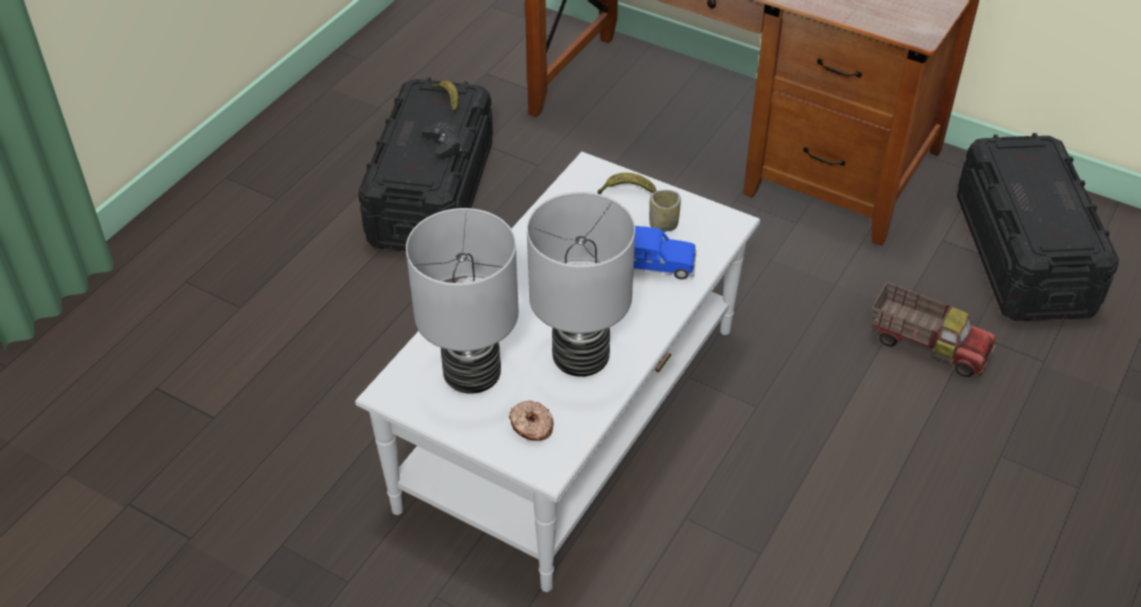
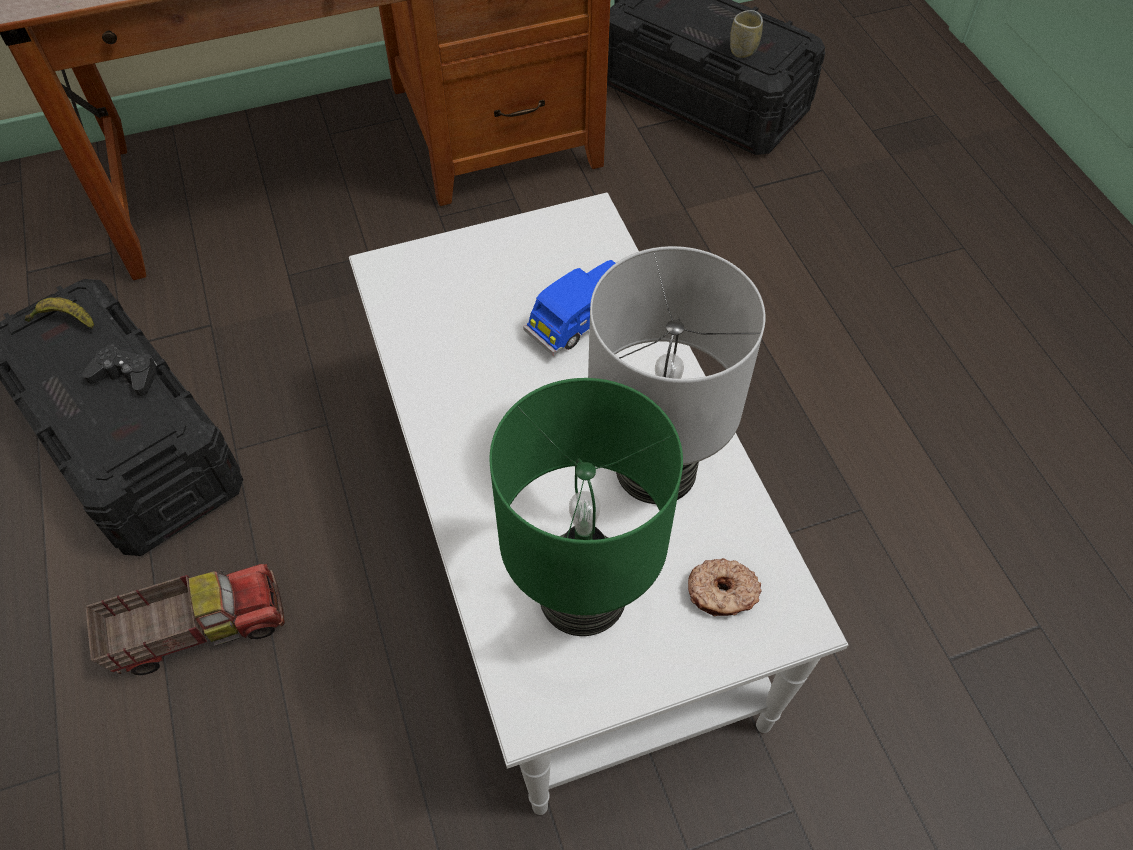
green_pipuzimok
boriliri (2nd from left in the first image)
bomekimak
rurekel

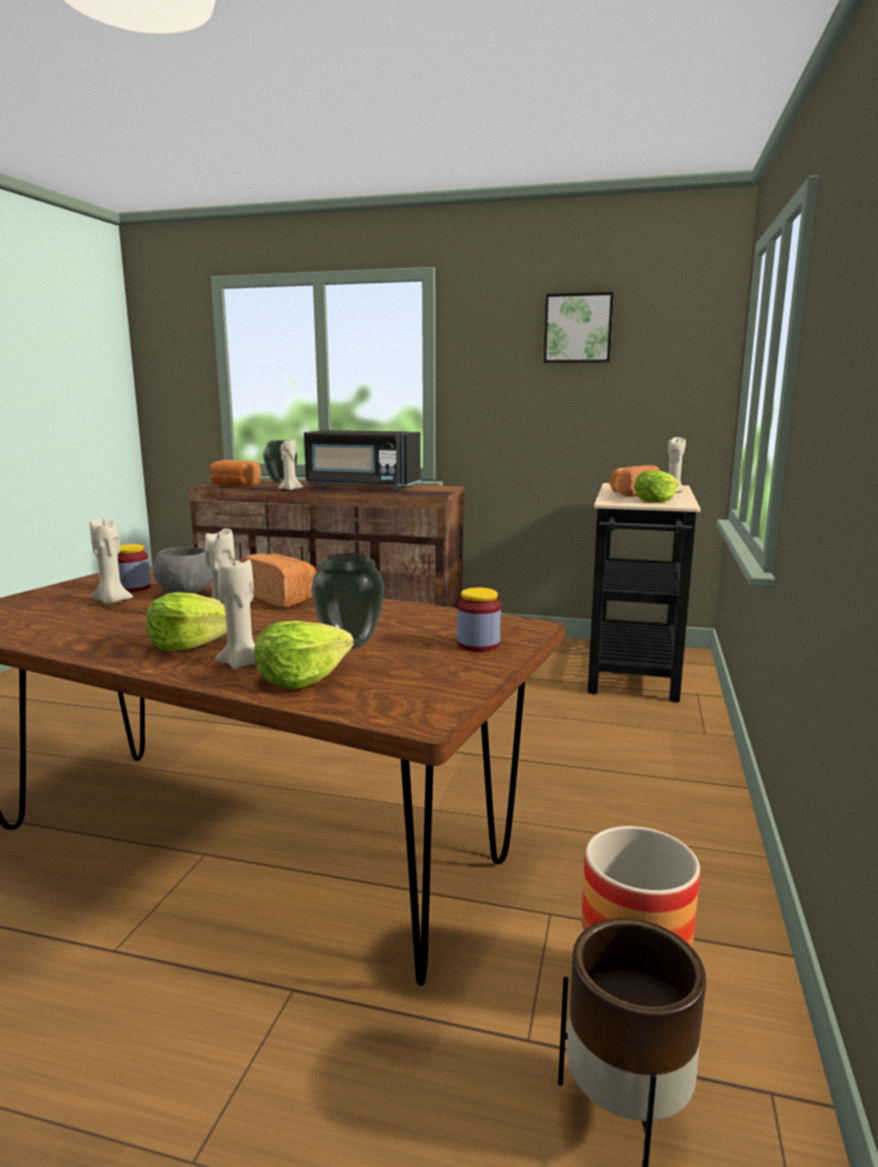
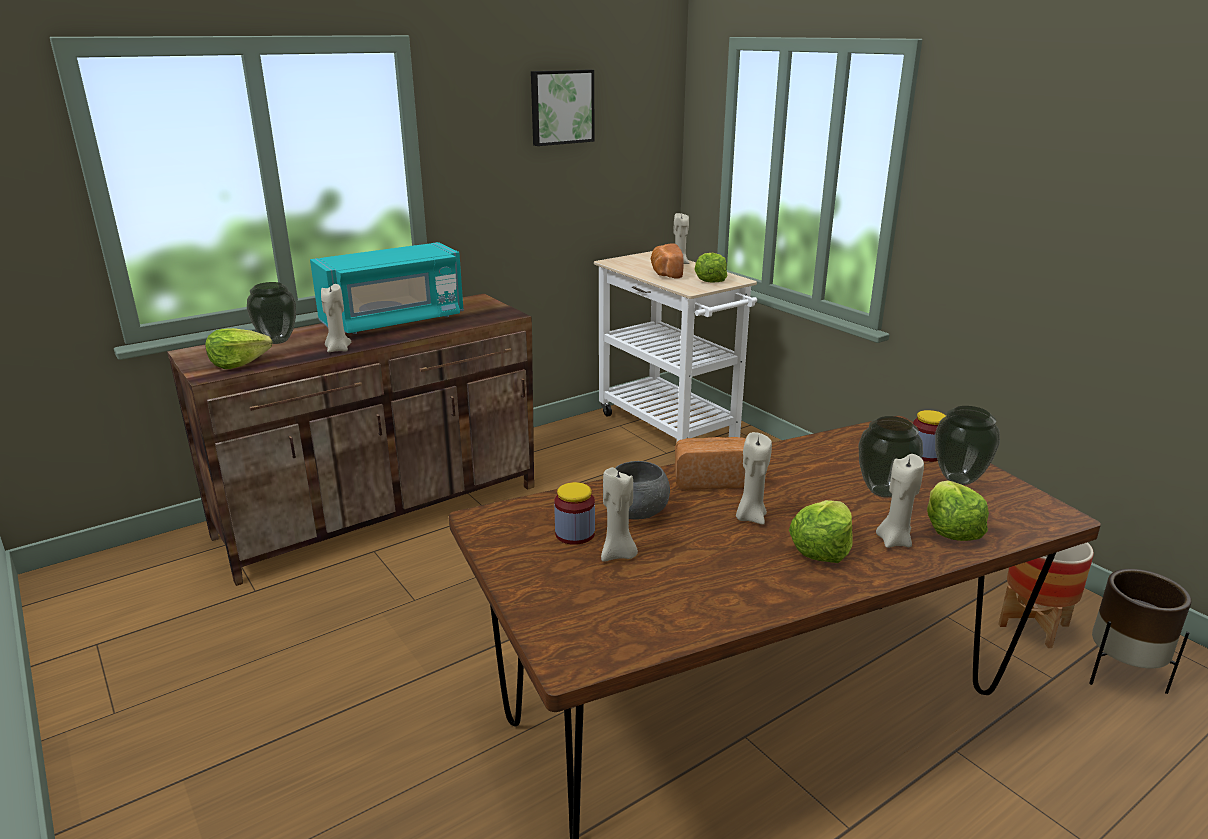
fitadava (1st from left)
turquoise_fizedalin
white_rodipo
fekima (3rd from left)

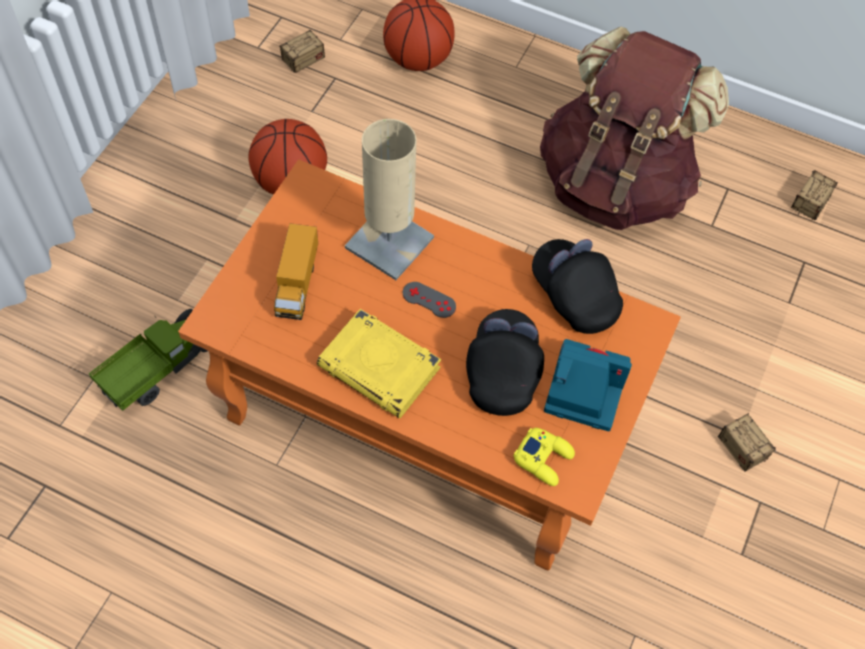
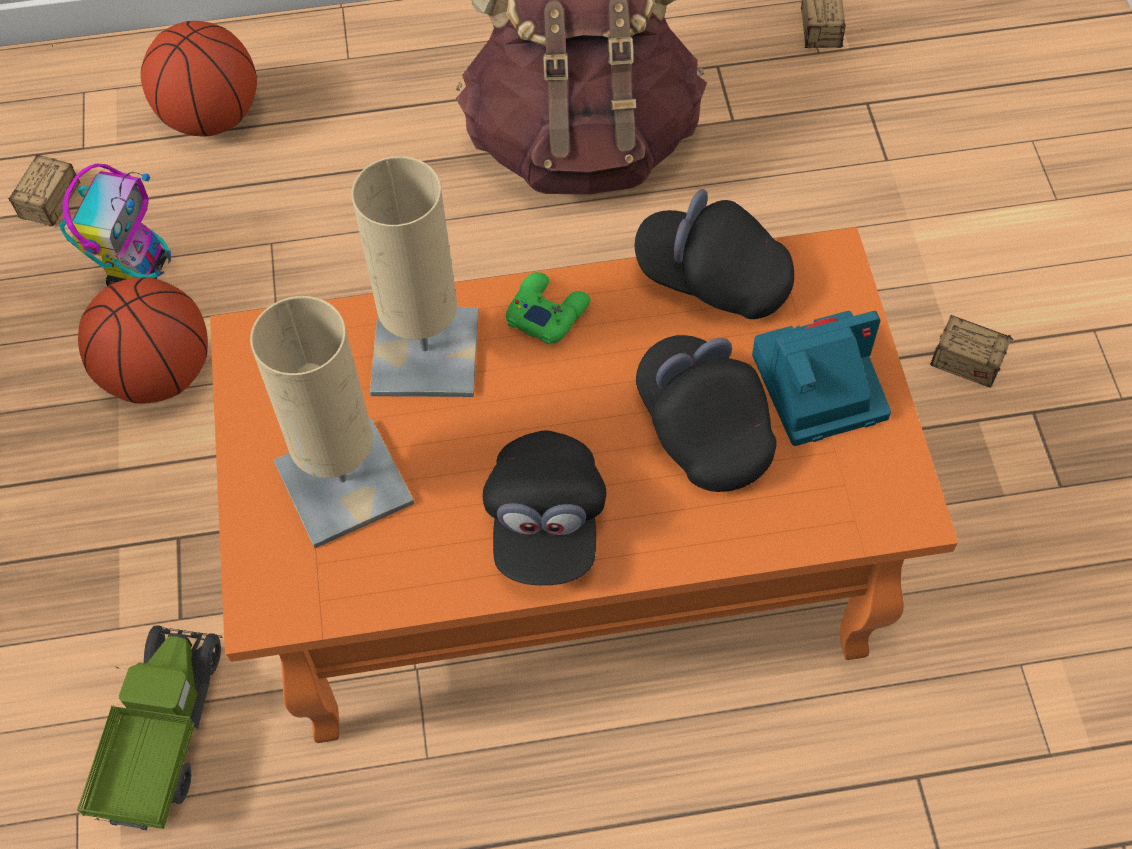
beige_pipuzimok (1st from left)
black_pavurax (1st from left)
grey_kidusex
yellow_kidusex
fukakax
green_kidusex

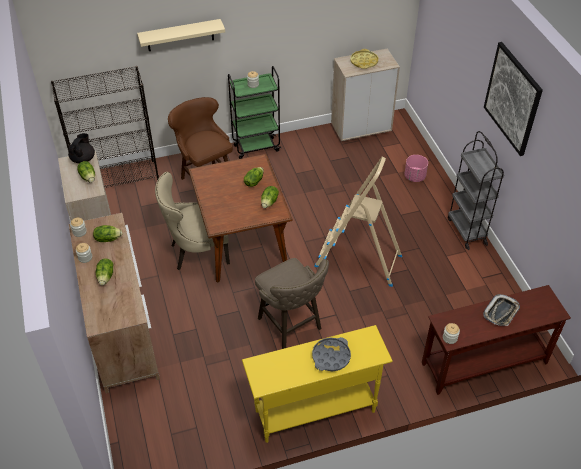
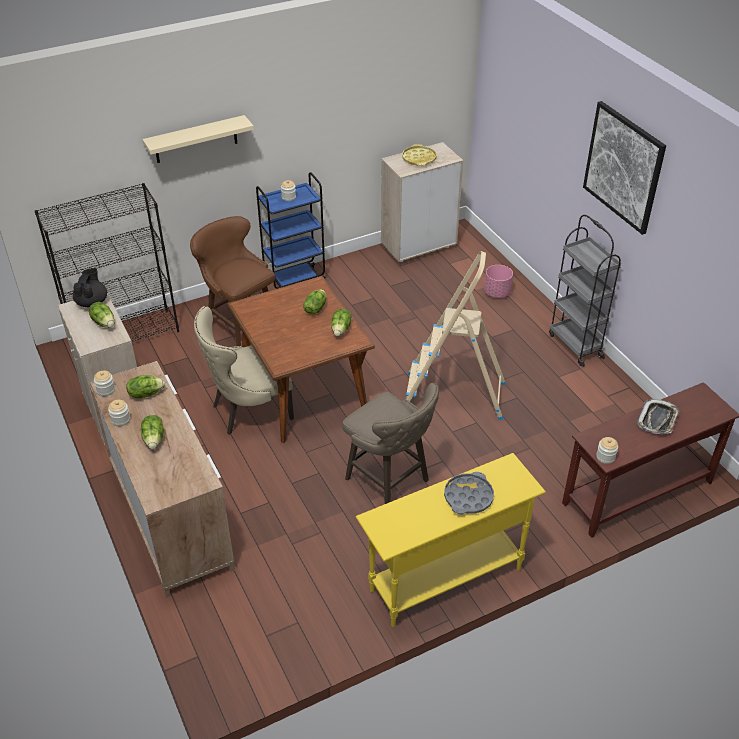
blue_rodipo

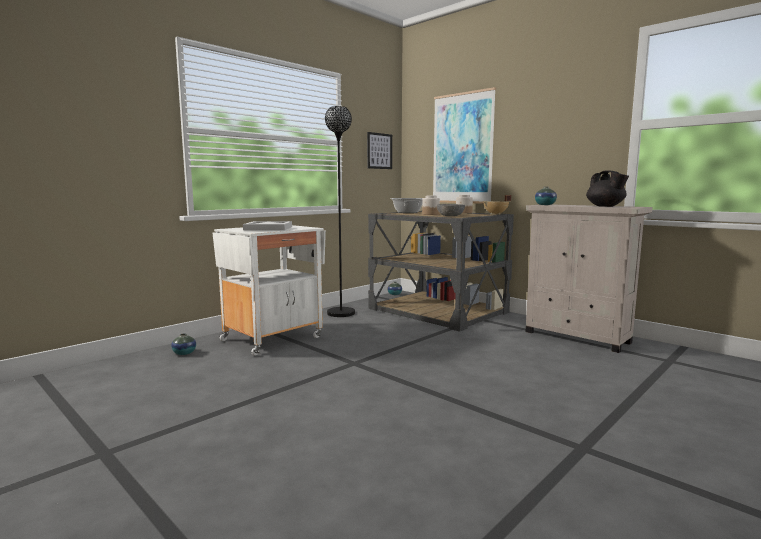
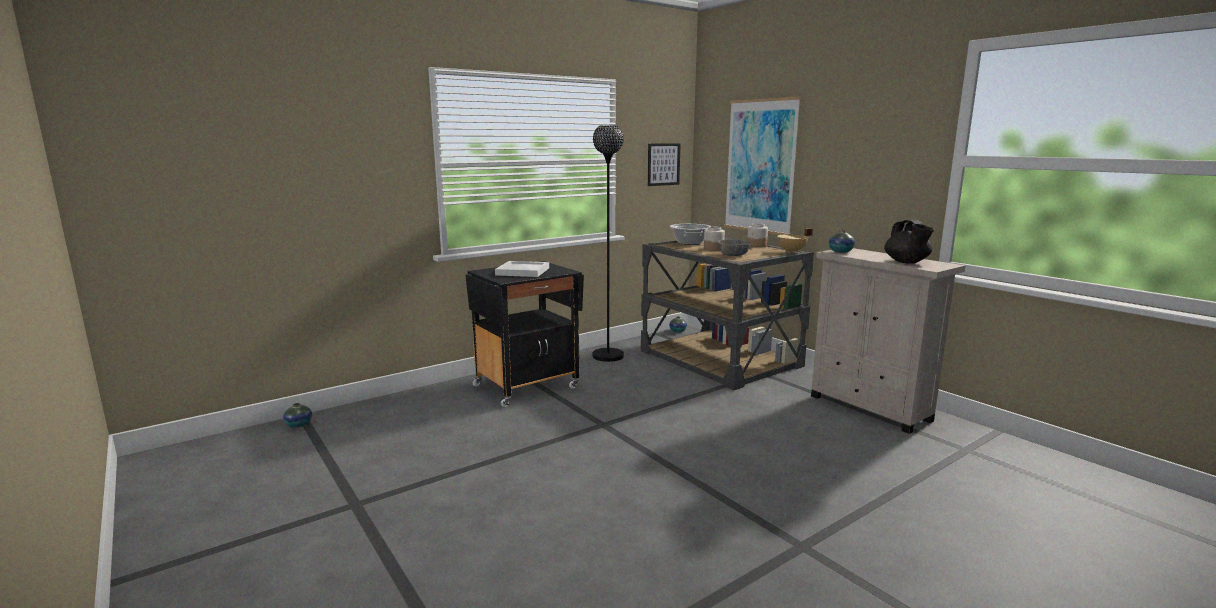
fekima (1st from left)
black_rodipo

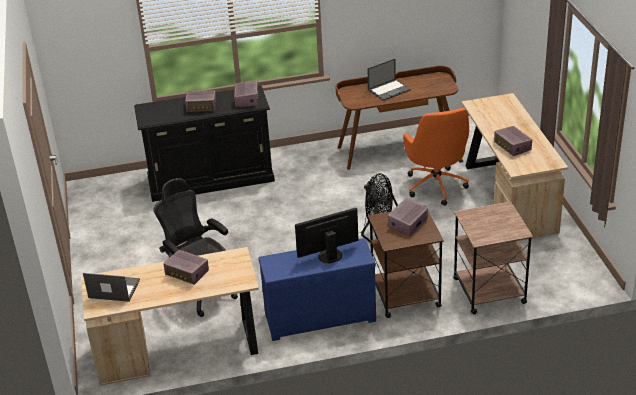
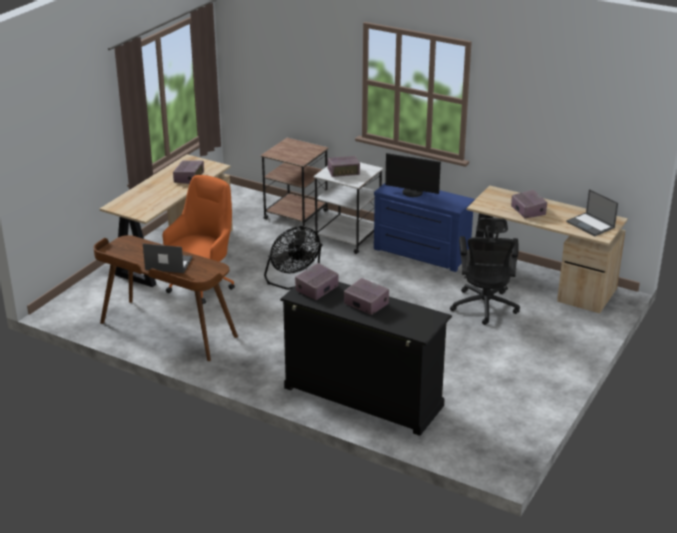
white_rodipo

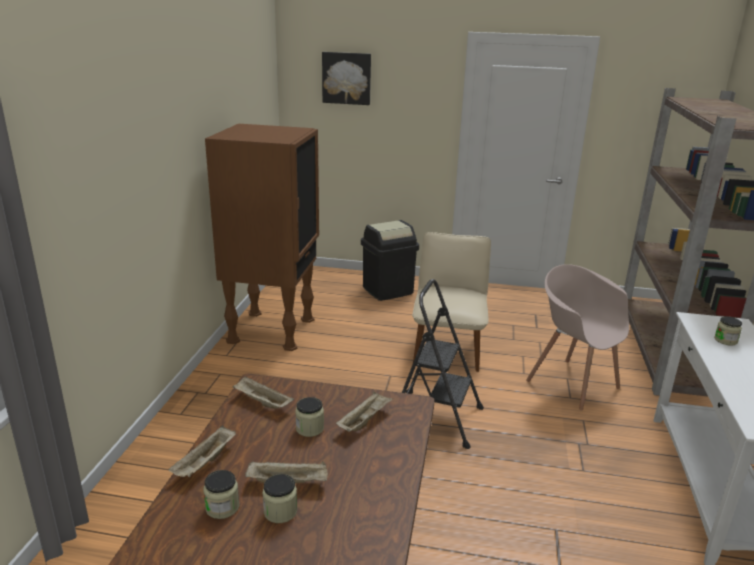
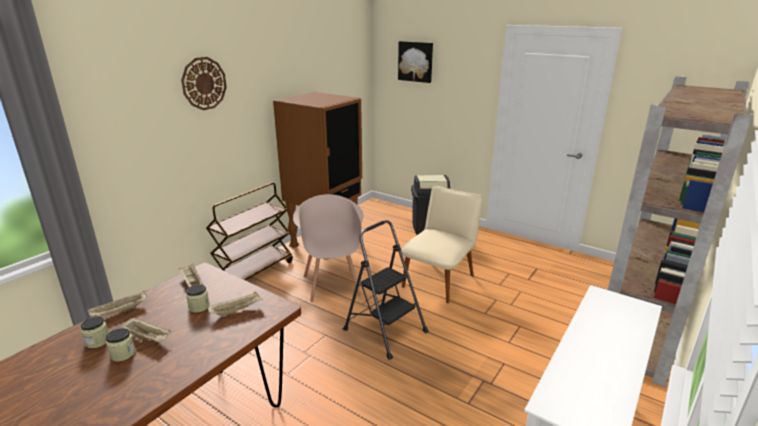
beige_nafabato (1st from left)
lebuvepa (4th from left in the first image)
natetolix
brown_rodipo

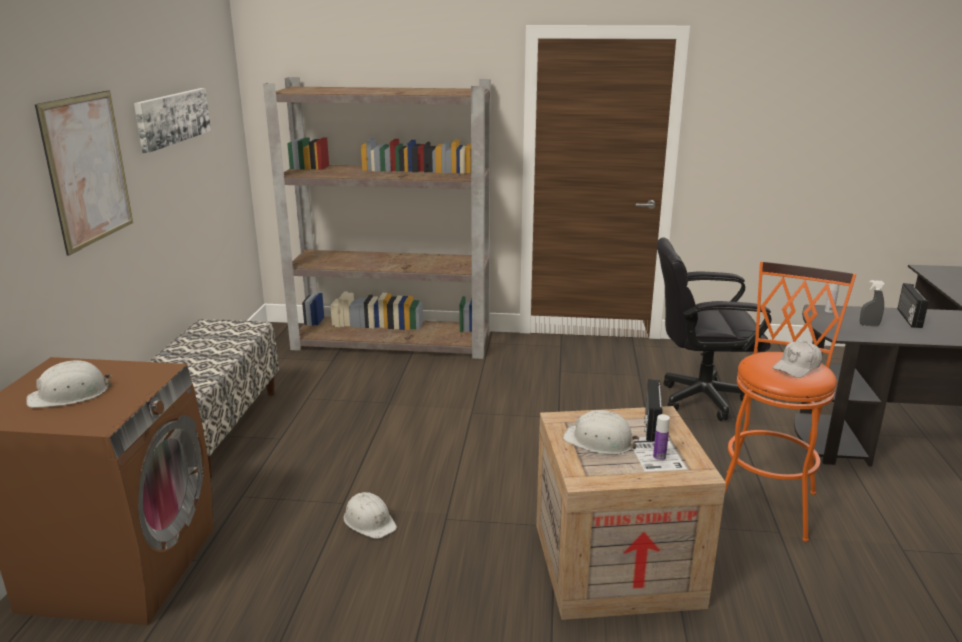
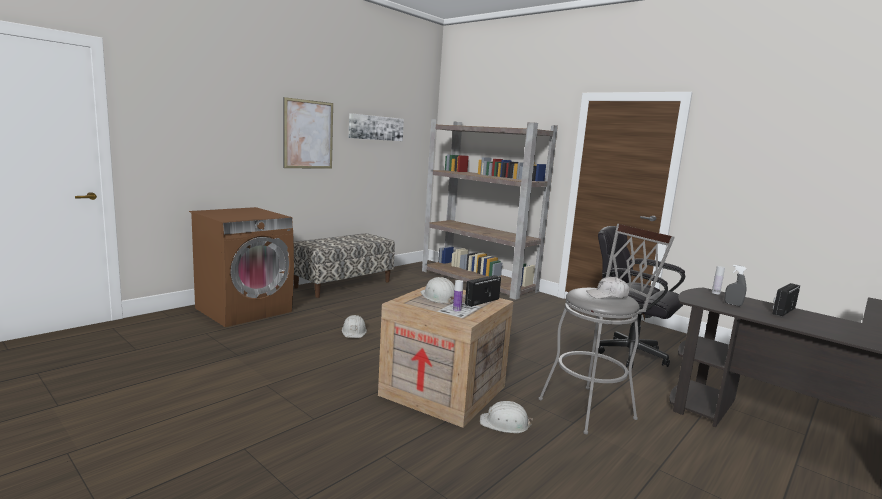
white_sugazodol (3rd from left)
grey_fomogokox

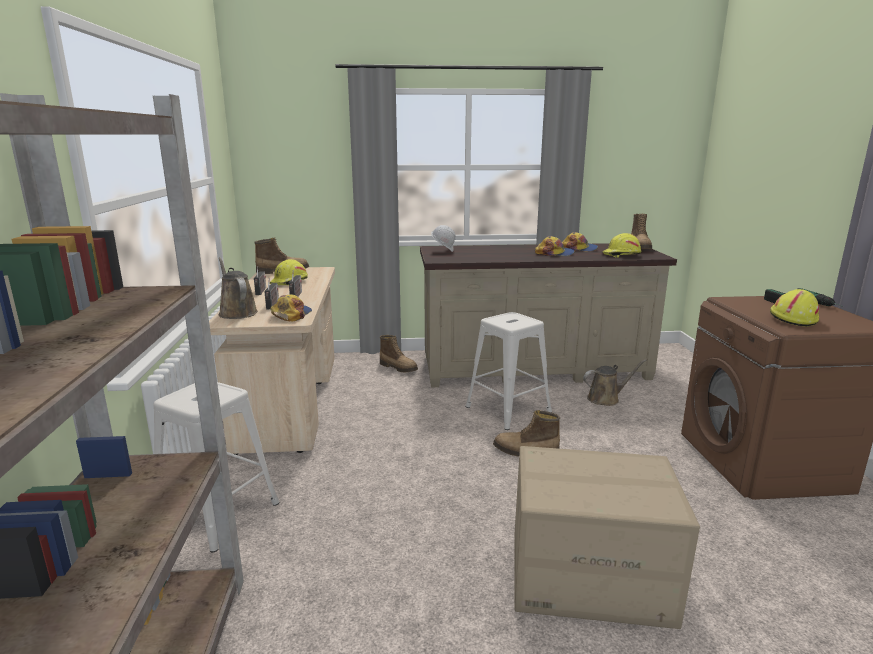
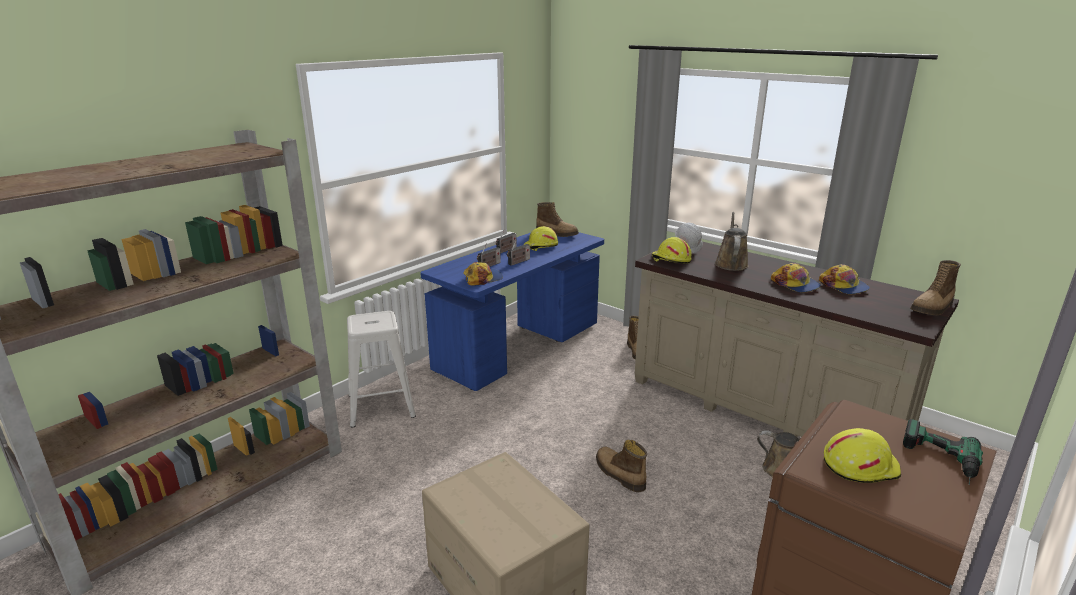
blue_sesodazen
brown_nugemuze (1st from left)
white_fomogokox (2nd from left in the first image)
yellow_sugazodol (2nd from left)

